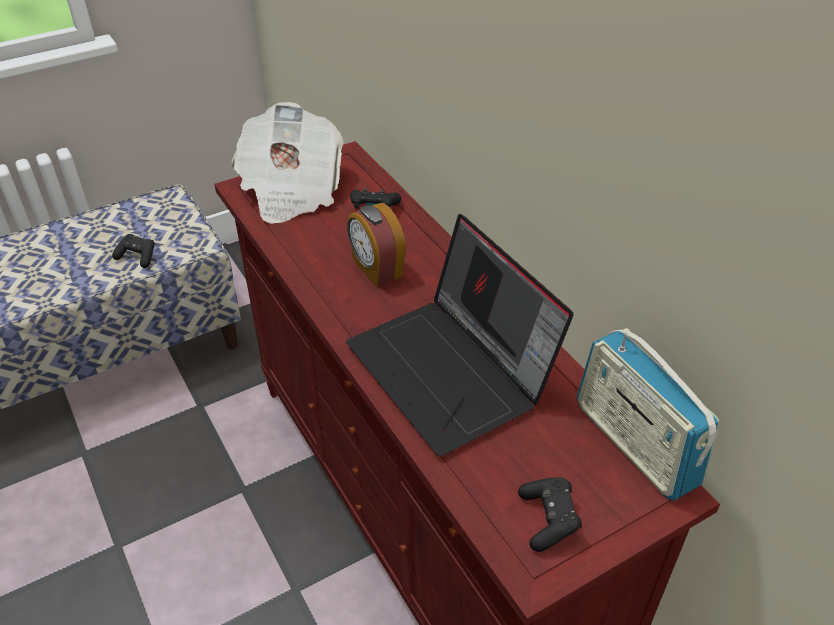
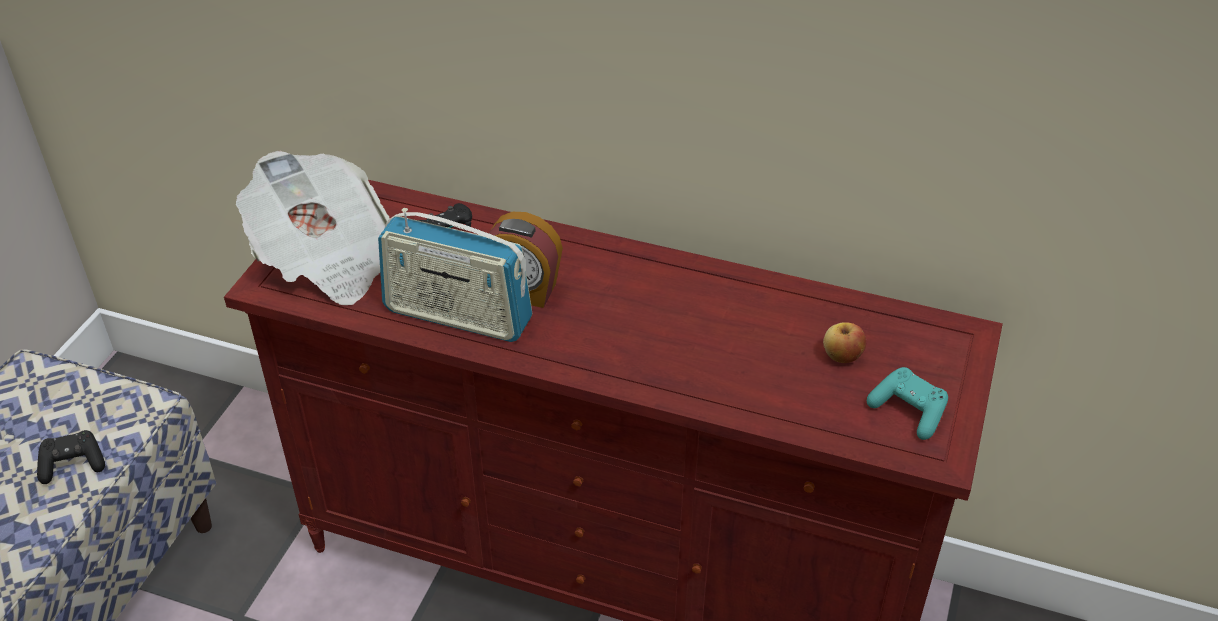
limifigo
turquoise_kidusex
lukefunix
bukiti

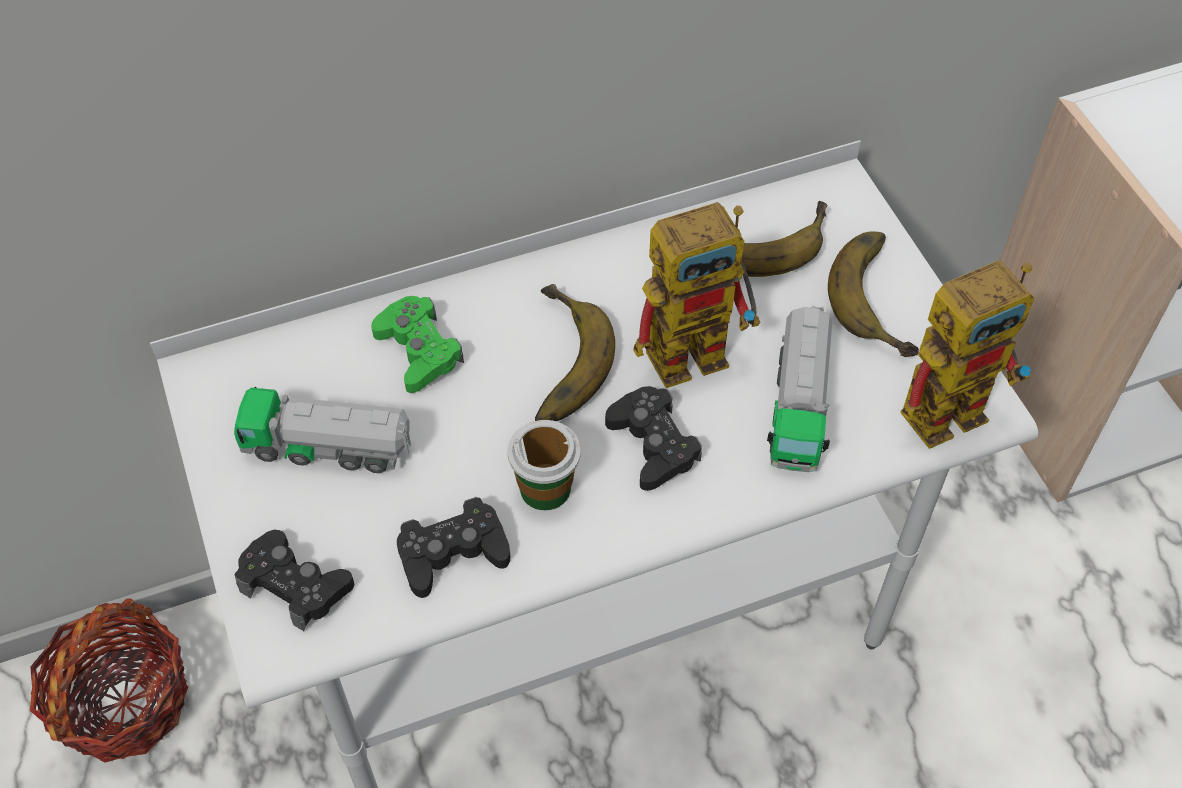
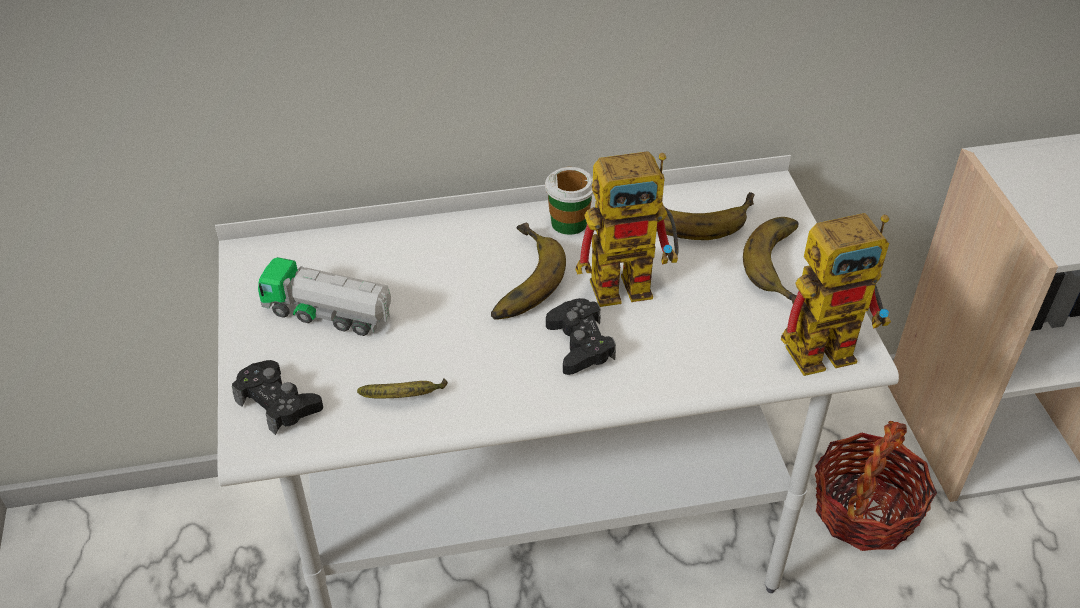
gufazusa
green_kidusex
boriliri (1st from left)
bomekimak
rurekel (2nd from left in the first image)

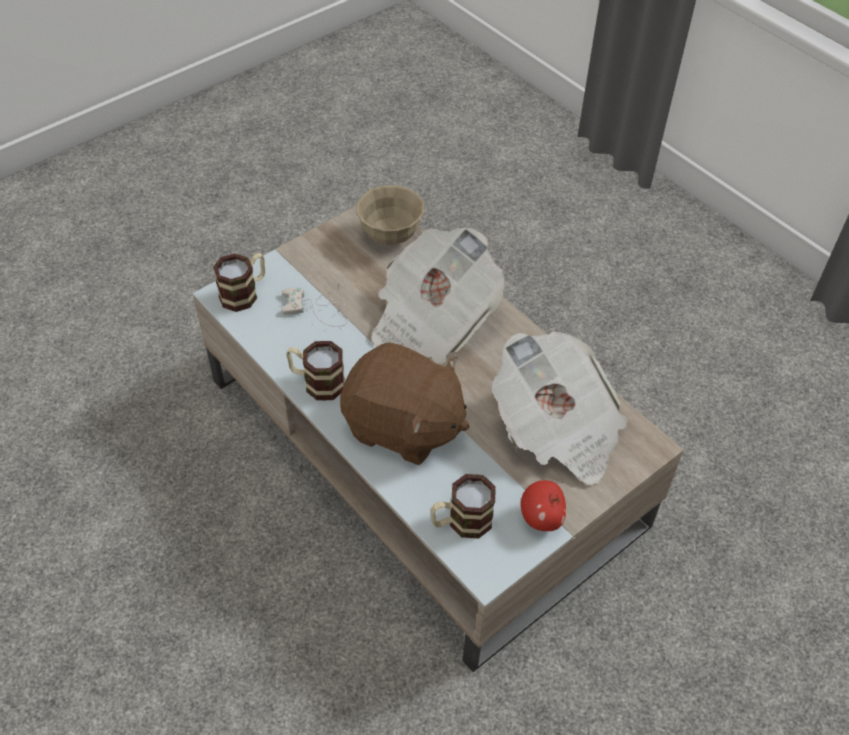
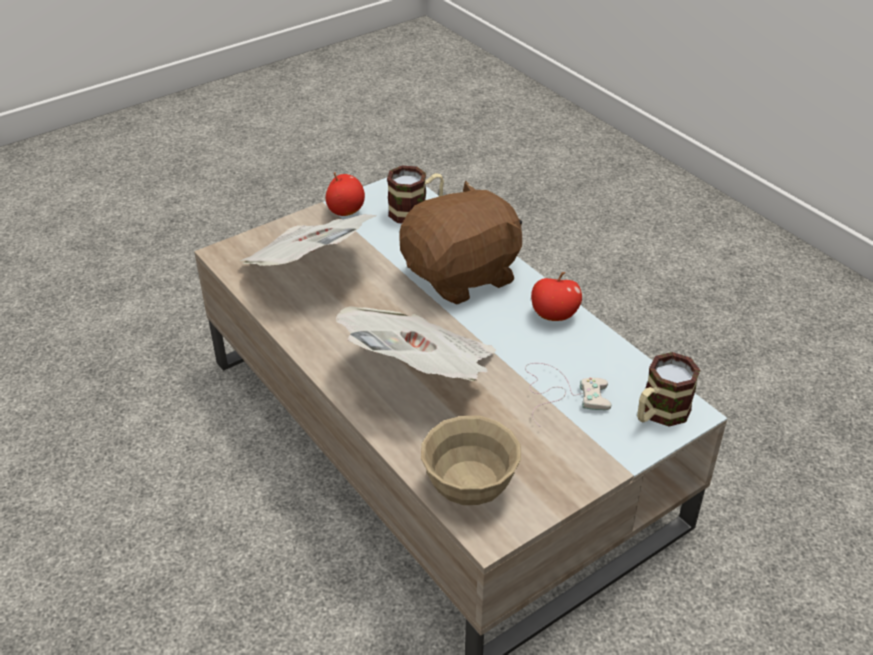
bukiti (2nd from left)
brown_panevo

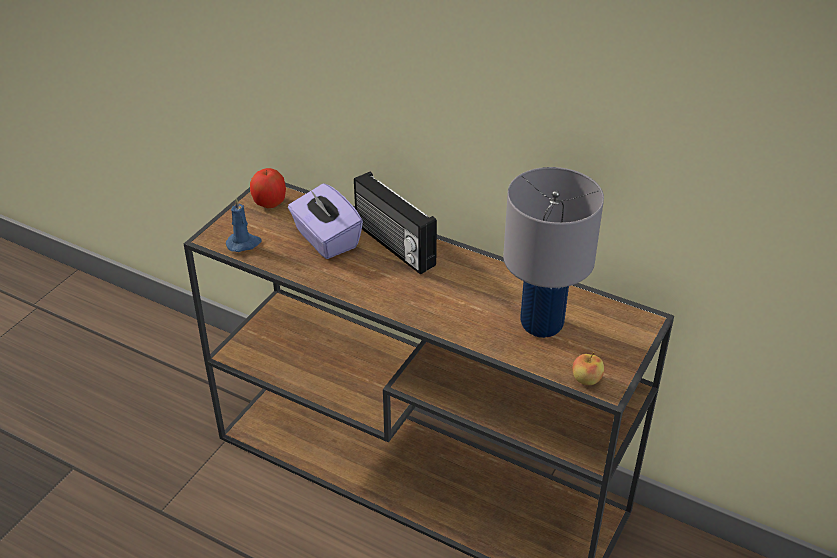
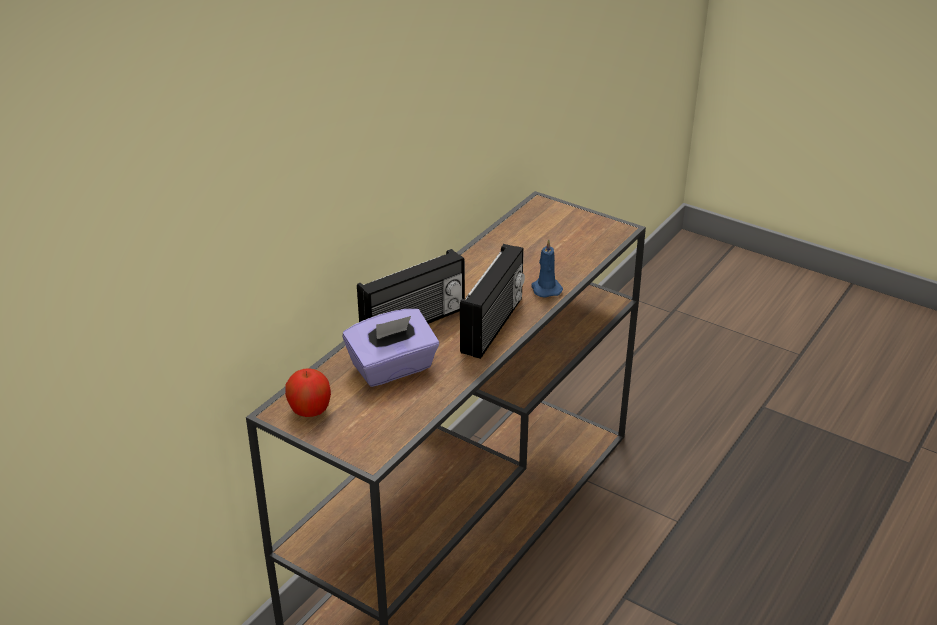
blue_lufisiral
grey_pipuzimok
bukiti (2nd from left in the first image)
lukefunix (2nd from left)

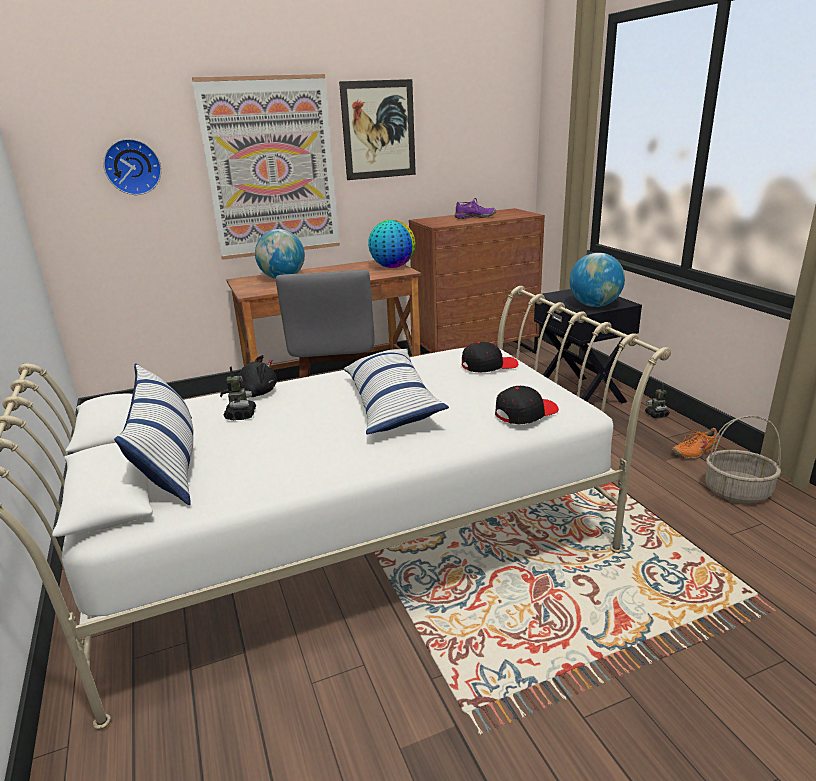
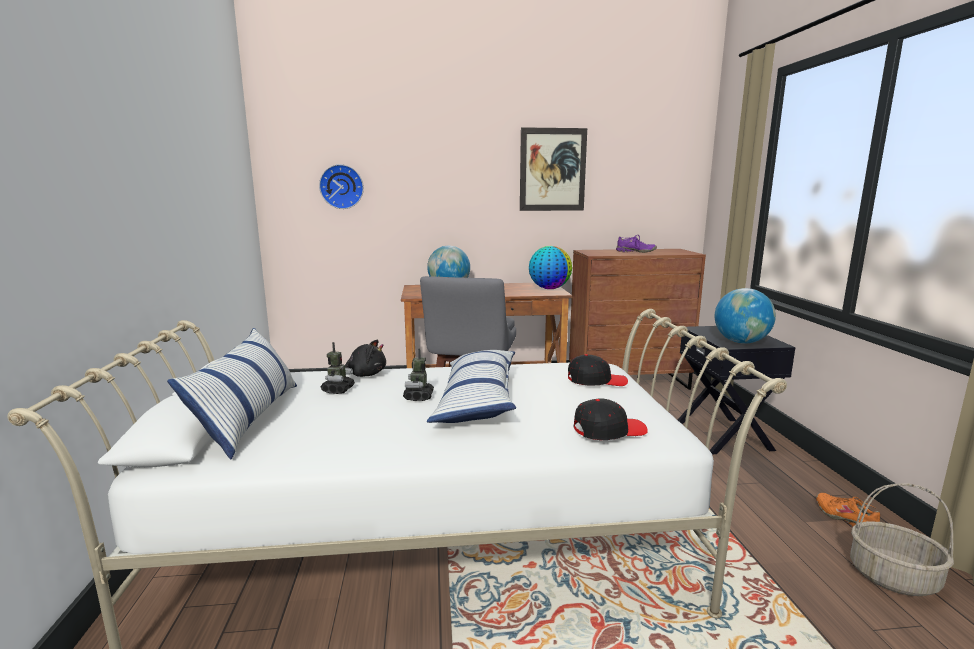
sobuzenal (1st from left in the first image)
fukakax (2nd from left)
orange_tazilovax

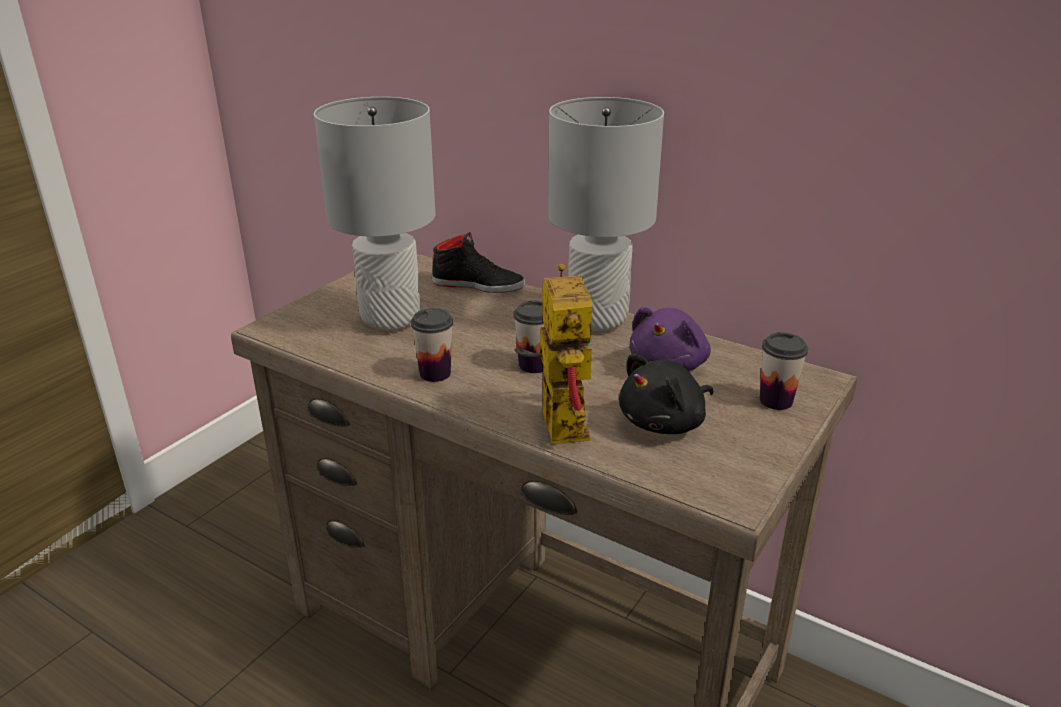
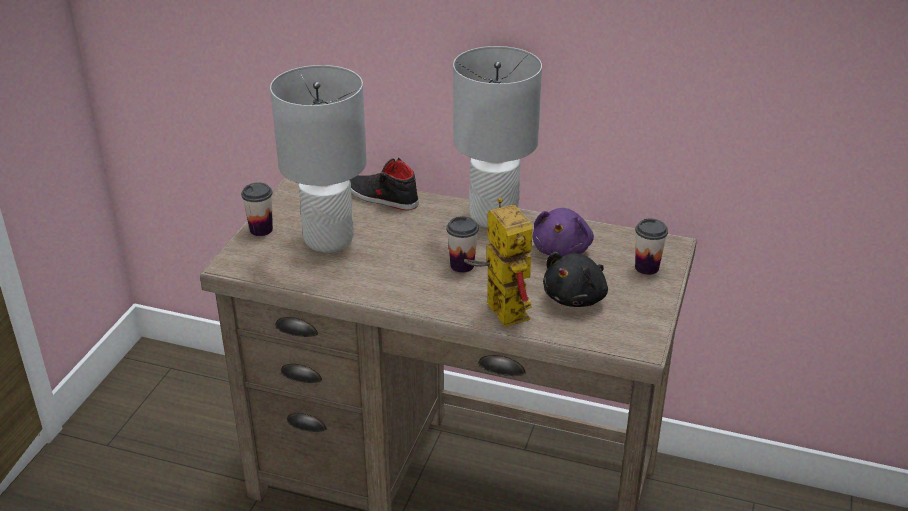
bomekimak (1st from left)
black_tazilovax

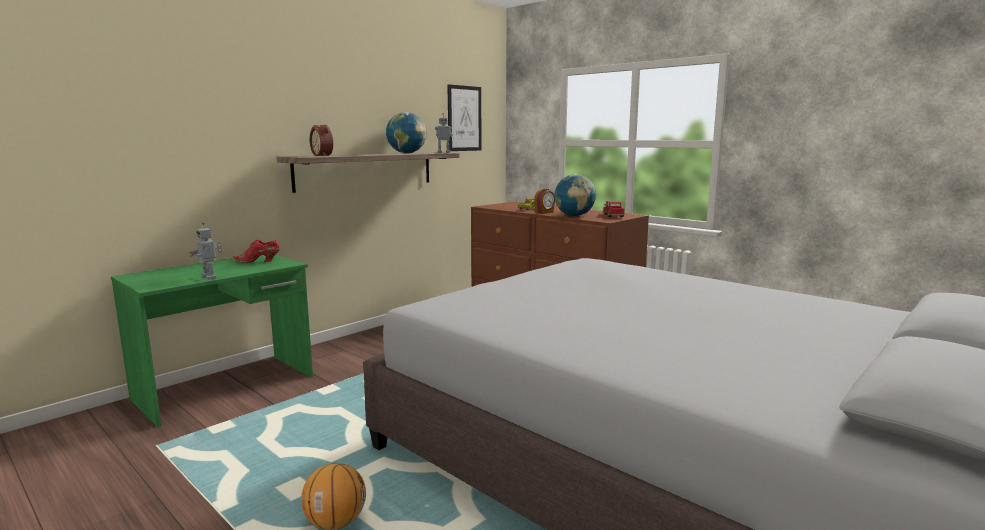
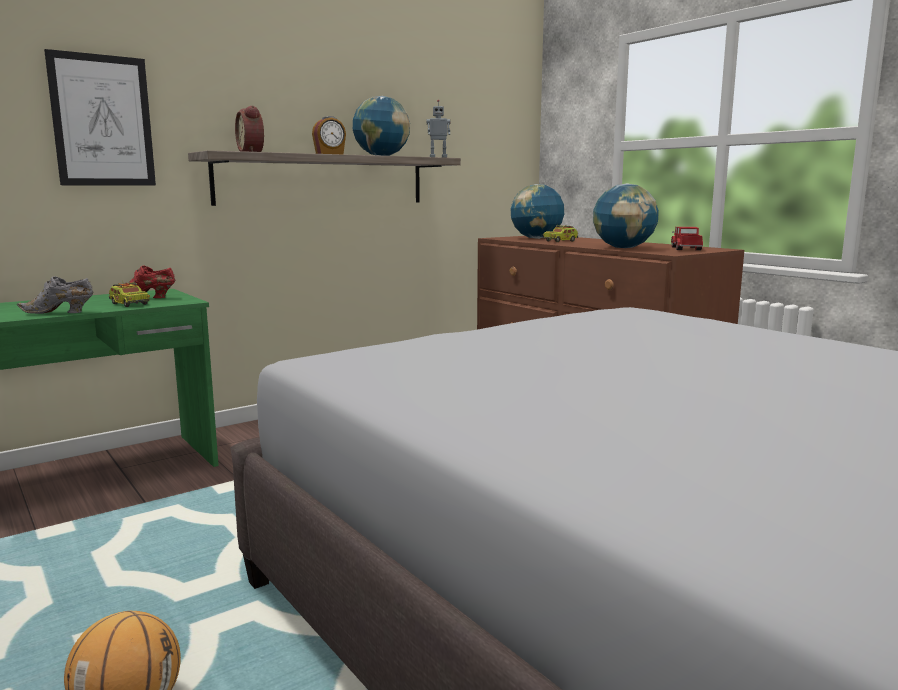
grey_tazilovax
sobuzenal
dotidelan (2nd from left)
rurekel (1st from left)
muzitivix (2nd from left)

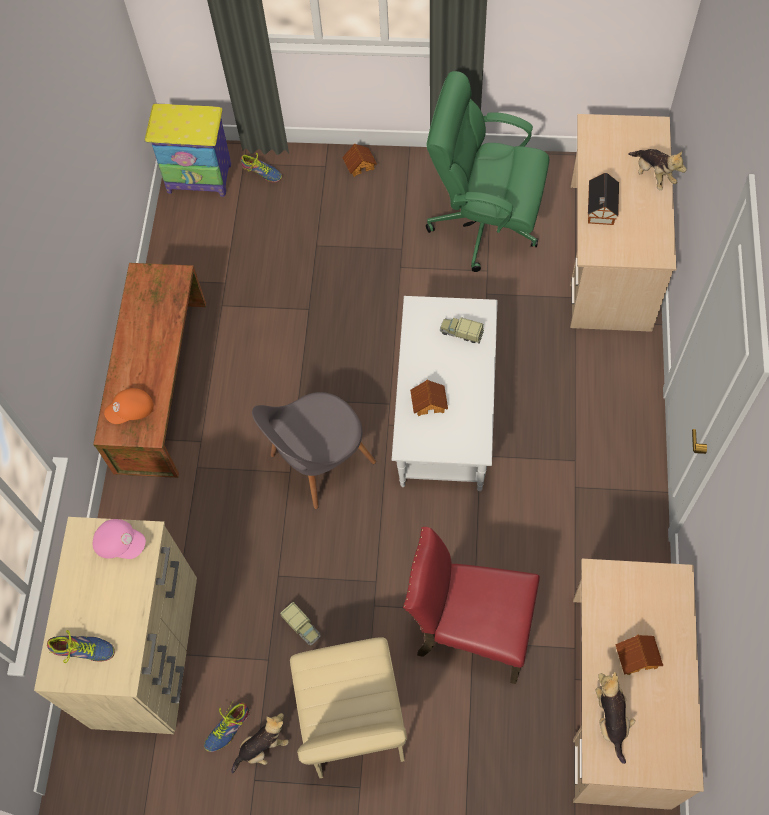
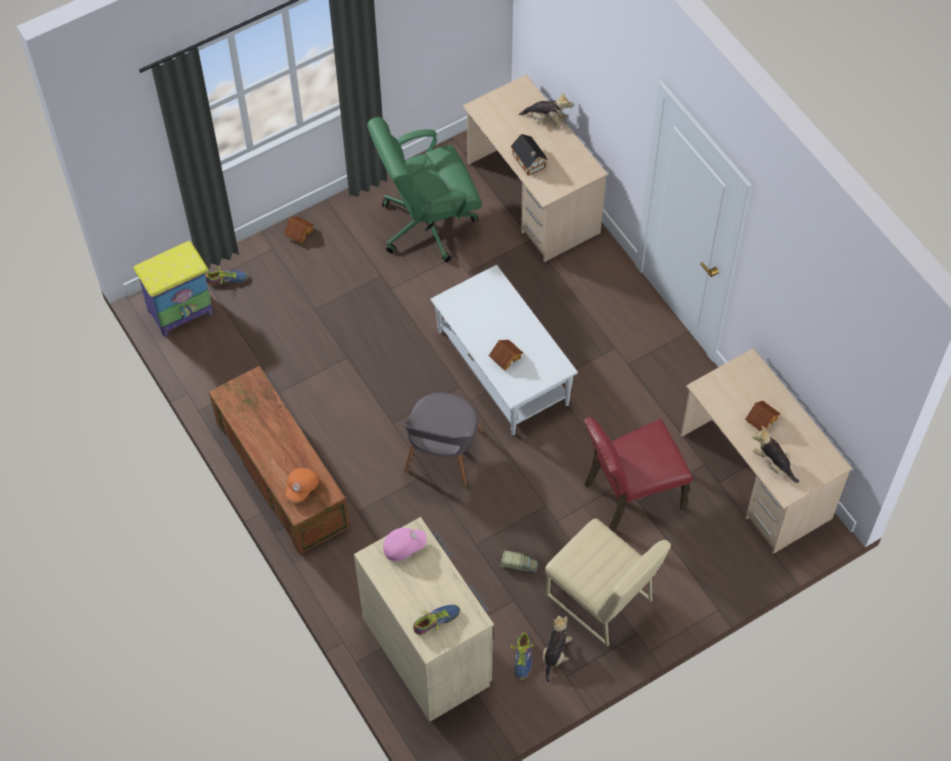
rurekel (2nd from left in the first image)

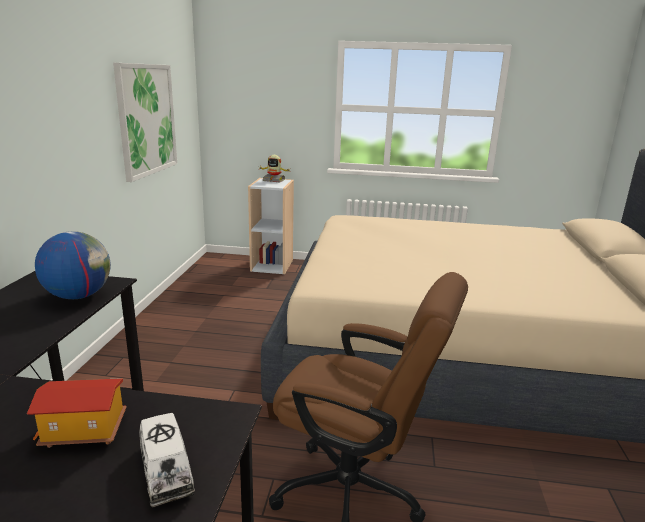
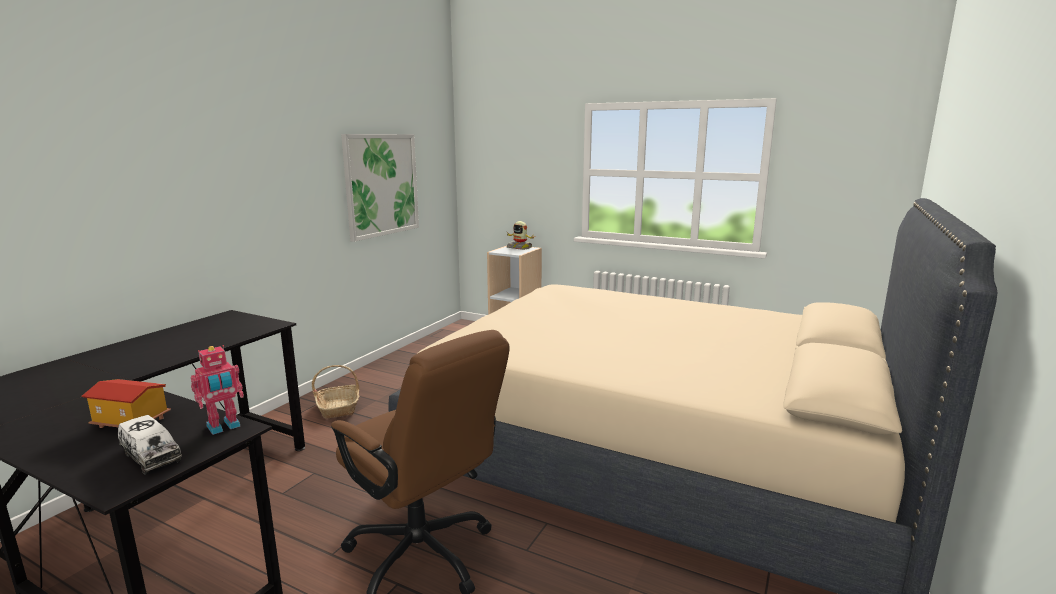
muzitivix
rurekel
fukakax (1st from left)
gufazusa

